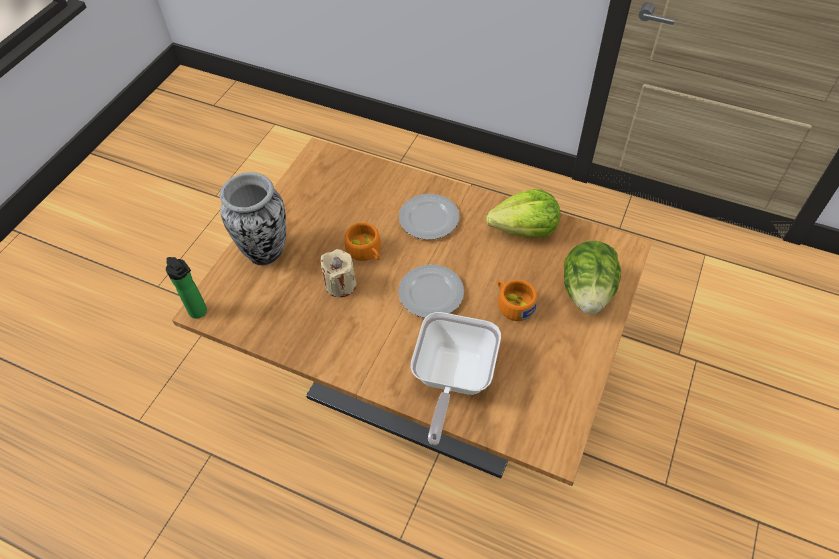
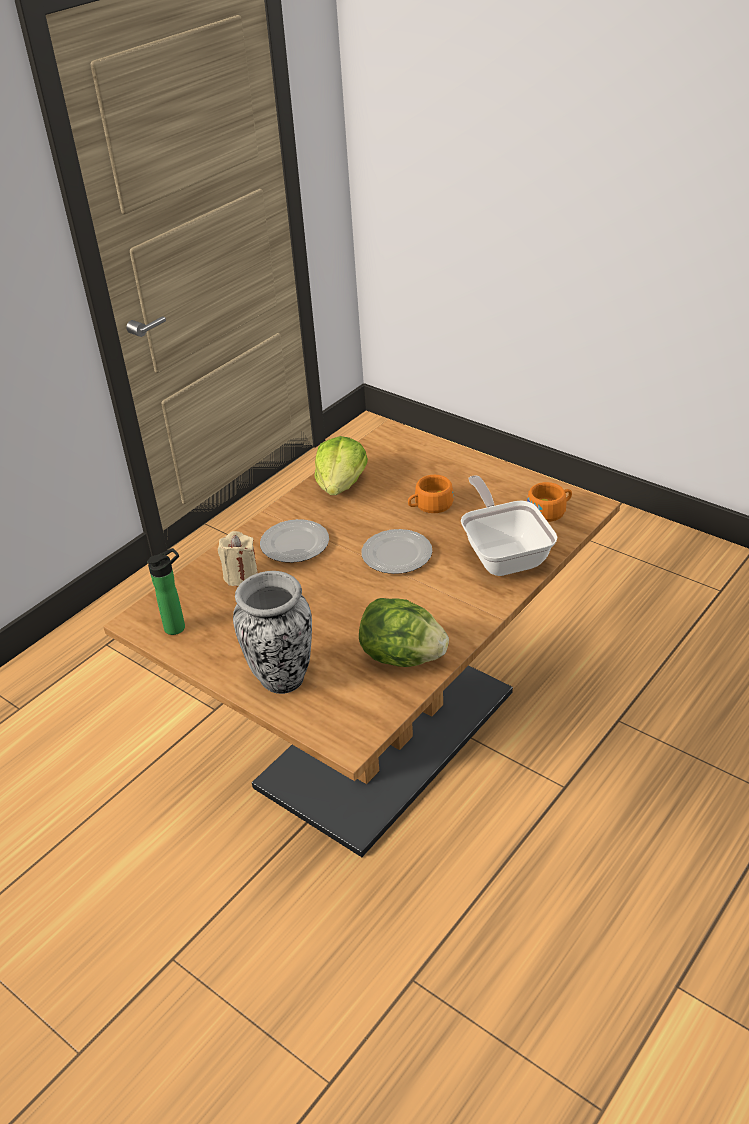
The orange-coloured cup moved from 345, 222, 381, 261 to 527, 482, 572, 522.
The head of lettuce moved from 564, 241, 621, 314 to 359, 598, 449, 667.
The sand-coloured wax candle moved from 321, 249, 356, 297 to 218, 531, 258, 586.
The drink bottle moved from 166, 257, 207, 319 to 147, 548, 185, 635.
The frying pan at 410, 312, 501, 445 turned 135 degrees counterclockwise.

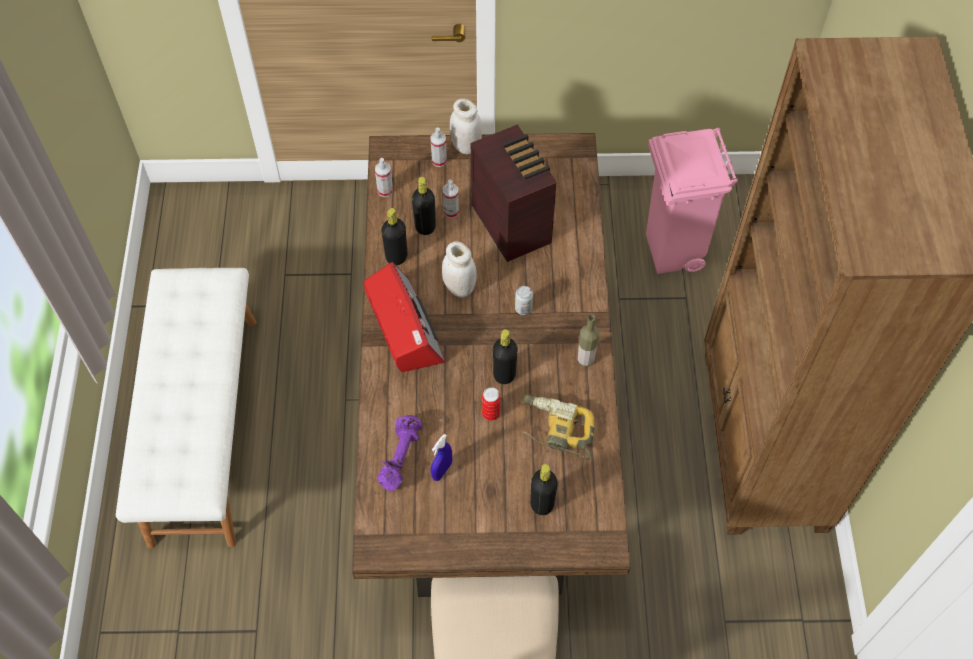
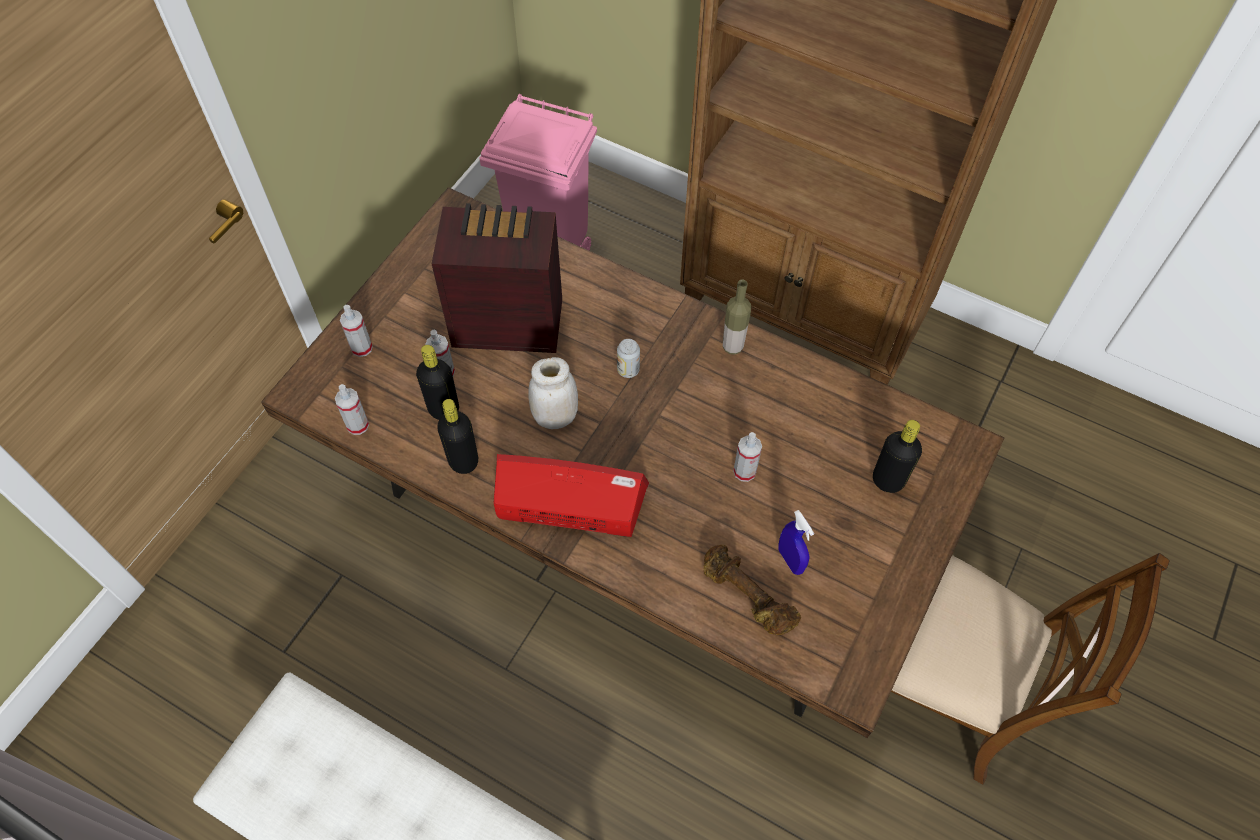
The whitish jar at 450, 98, 482, 154 disappeared.
The black drink bottle at 493, 329, 518, 384 disappeared.
The metal can at 482, 387, 501, 421 was replaced by the sprayer at 733, 432, 762, 482.
The drill at 521, 394, 594, 460 disappeared.
The purplish free weight at 378, 415, 423, 492 became the brown-coloured free weight at 703, 545, 801, 635.

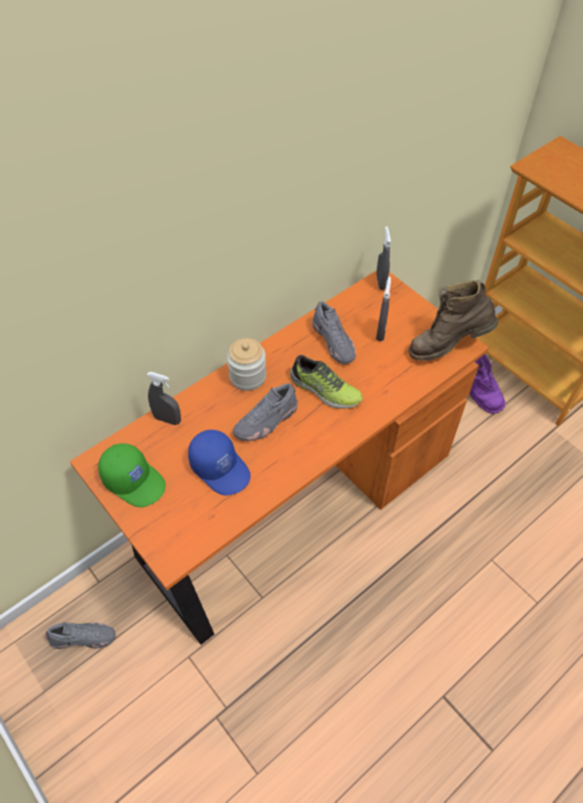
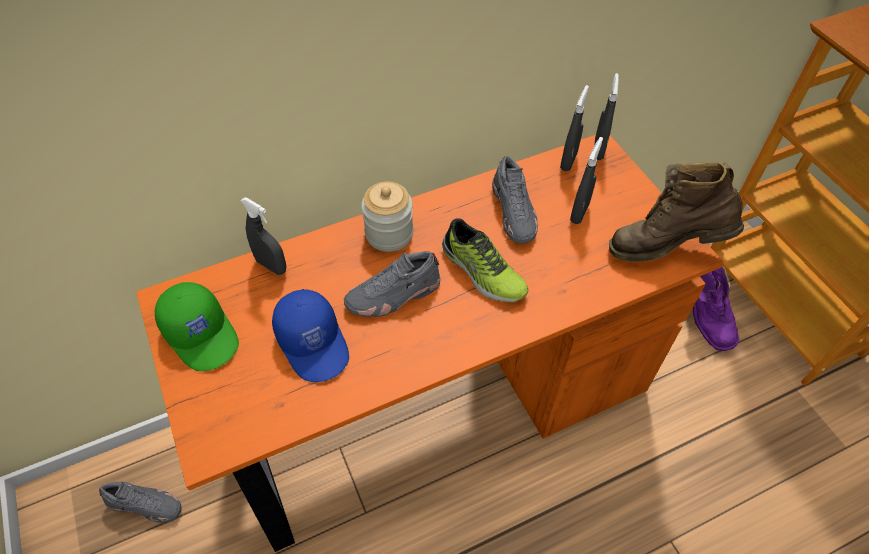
The greyish sprayer at 560, 85, 589, 171 appeared.

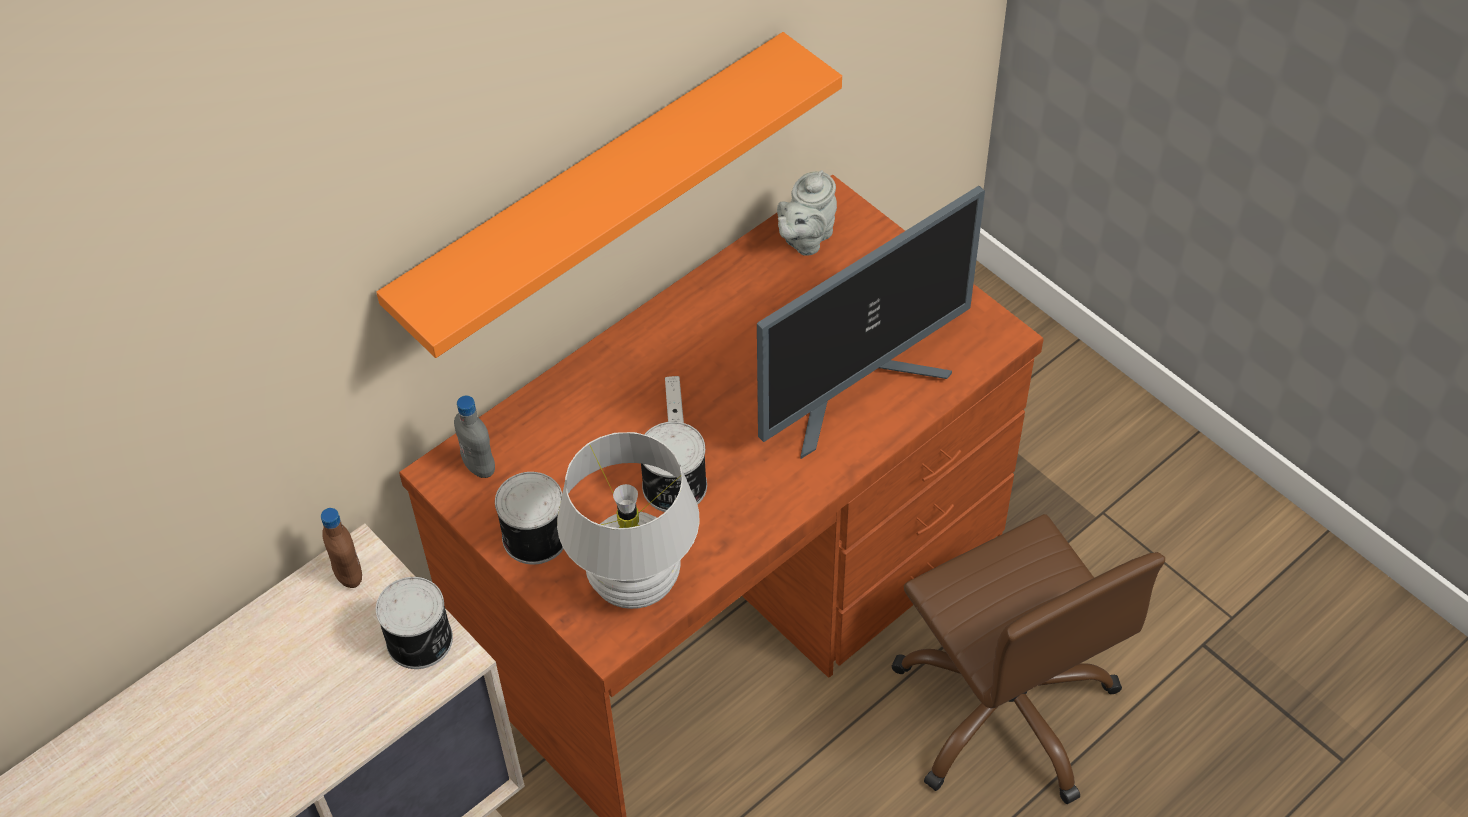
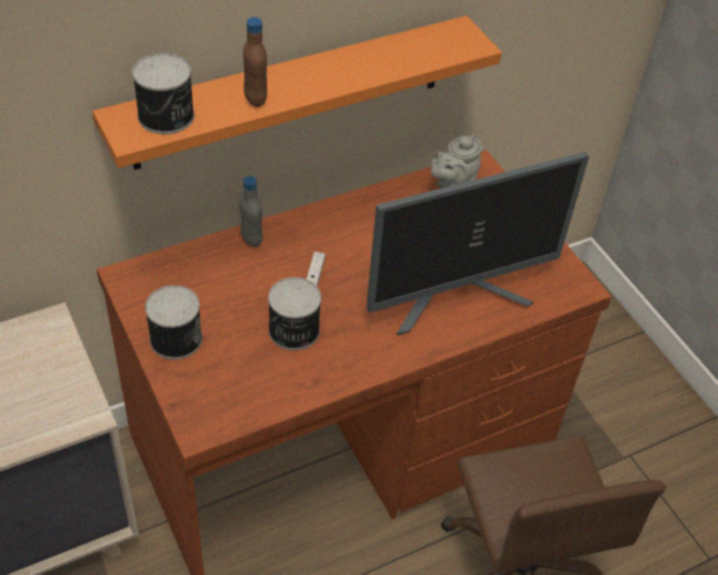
The greyish drink bottle moved from 454, 396, 495, 478 to 240, 176, 263, 247.
The whitish table lamp at 557, 432, 700, 609 disappeared.
The brown-coloured drink bottle moved from 321, 508, 362, 588 to 243, 17, 267, 107.
The metal can moved from 376, 577, 453, 669 to 132, 53, 194, 134.

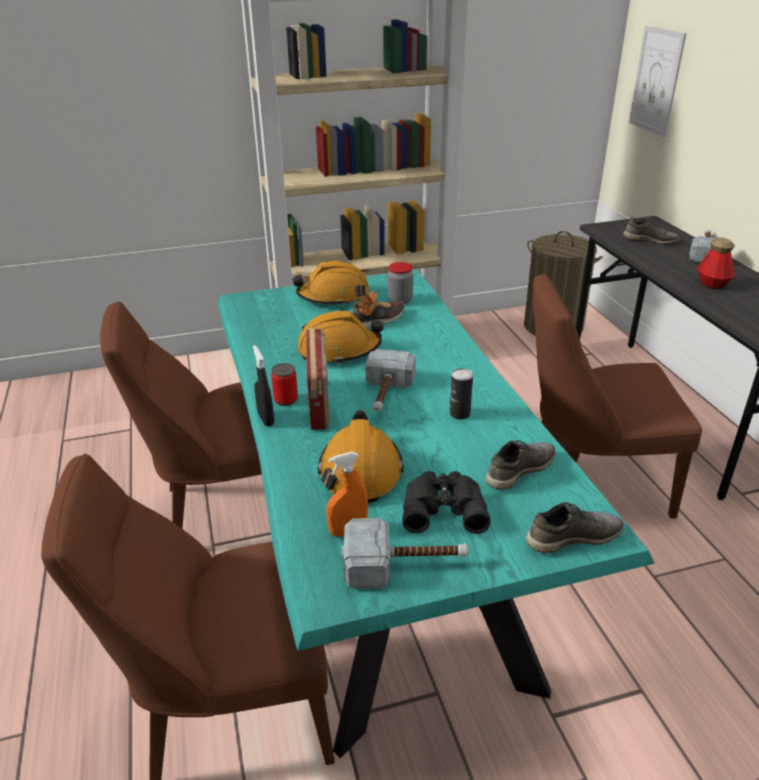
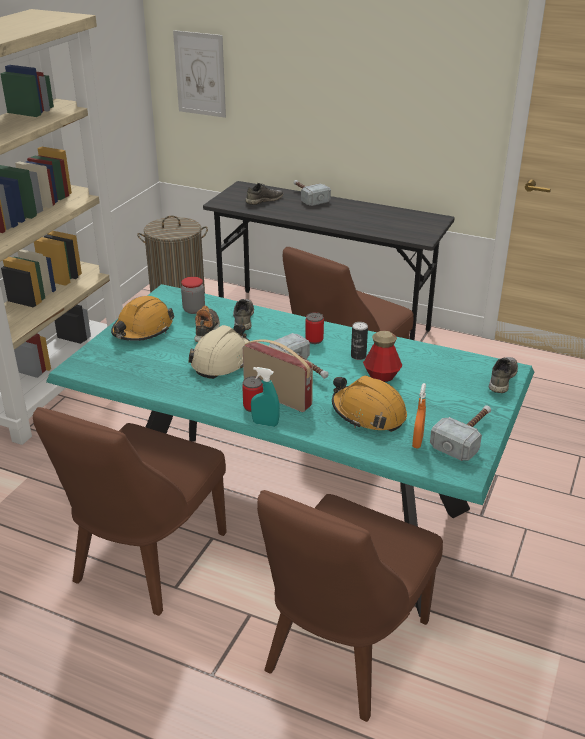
The drink bottle moved from 697, 237, 735, 289 to 363, 331, 403, 382.
The orange-coloured work helmet at 298, 311, 384, 365 became the sand-coloured work helmet at 189, 324, 250, 379.
The black sprayer at 253, 345, 274, 426 became the blue-green sprayer at 251, 367, 280, 427.
The greyish shoe moved from 485, 441, 556, 490 to 233, 299, 254, 330.
The black binoculars at 402, 471, 491, 534 disappeared.
The metal can at 305, 312, 324, 344 appeared.

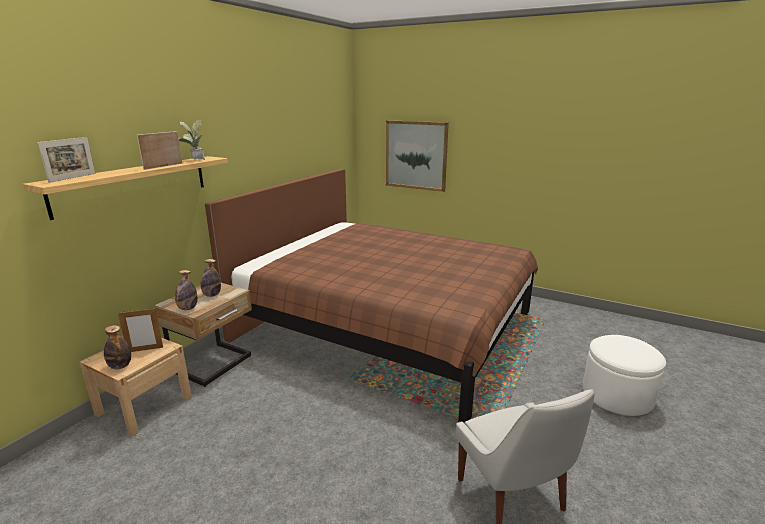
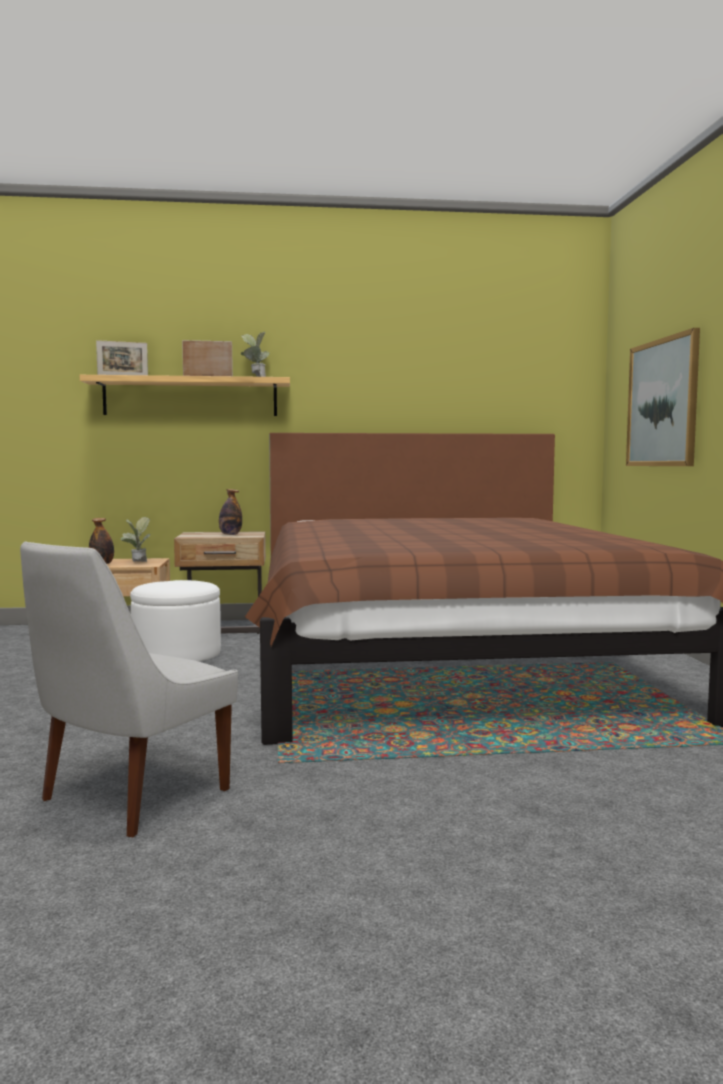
The drink bottle at 175, 270, 197, 310 disappeared.
The standing frame at 118, 309, 163, 352 was replaced by the potted plant at 121, 517, 150, 562.
The whitish ottoman moved from 583, 335, 666, 416 to 130, 580, 221, 662.

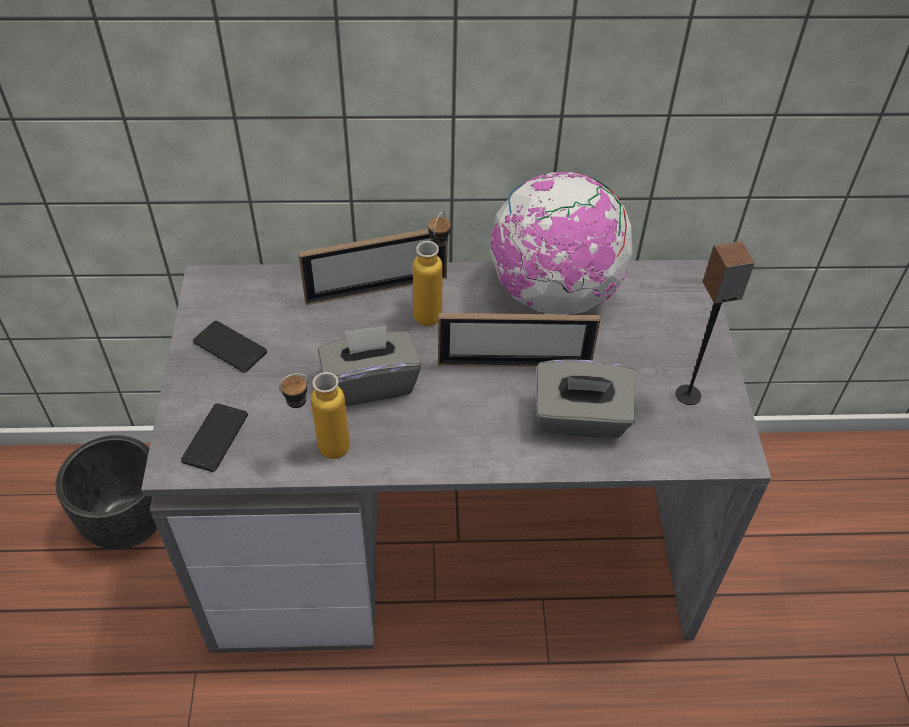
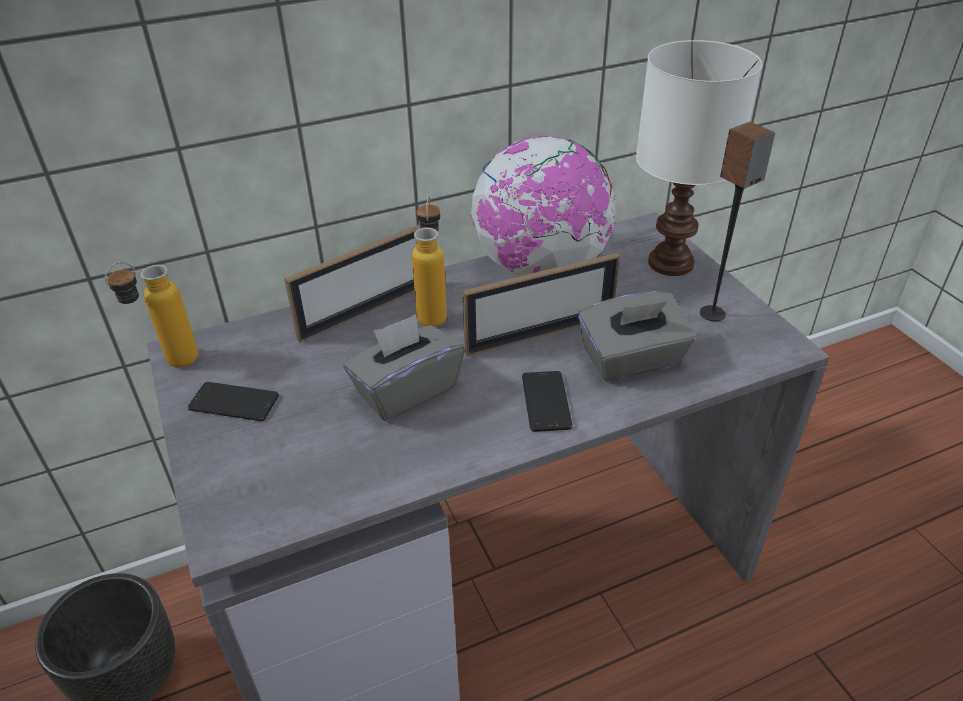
The drink bottle moved from 279, 372, 350, 459 to 105, 262, 199, 367.
The handset moved from 181, 403, 248, 472 to 522, 371, 573, 432.
The whitish table lamp at 636, 40, 762, 276 appeared.

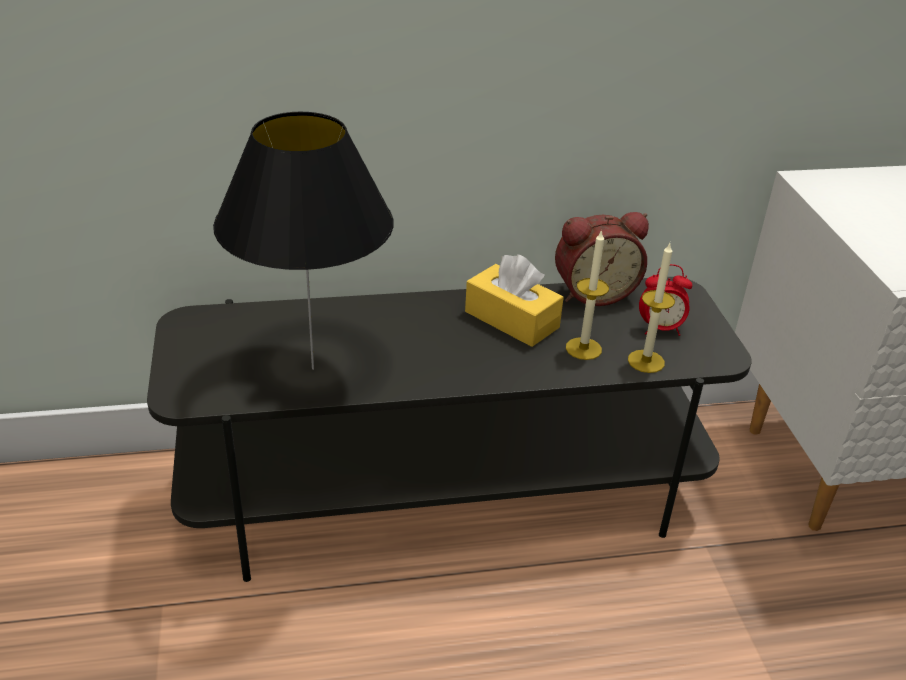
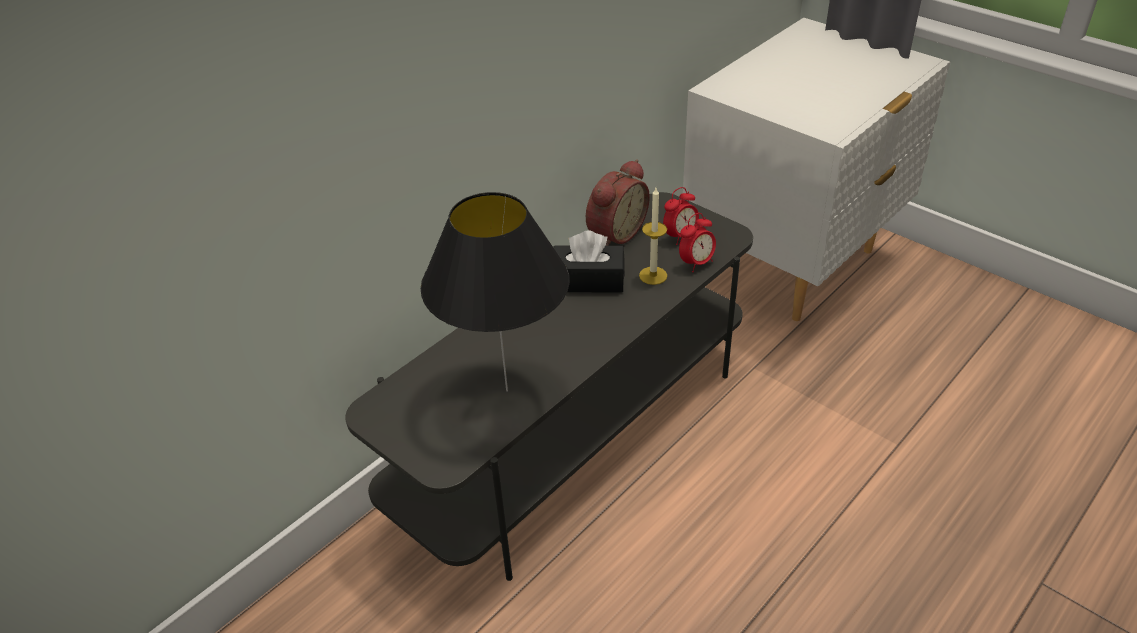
The wax candle at 628, 243, 675, 373 was replaced by the bedside clock at 679, 213, 716, 272.
The yellowish tissue box at 465, 254, 564, 347 became the black tissue box at 553, 231, 625, 293.

